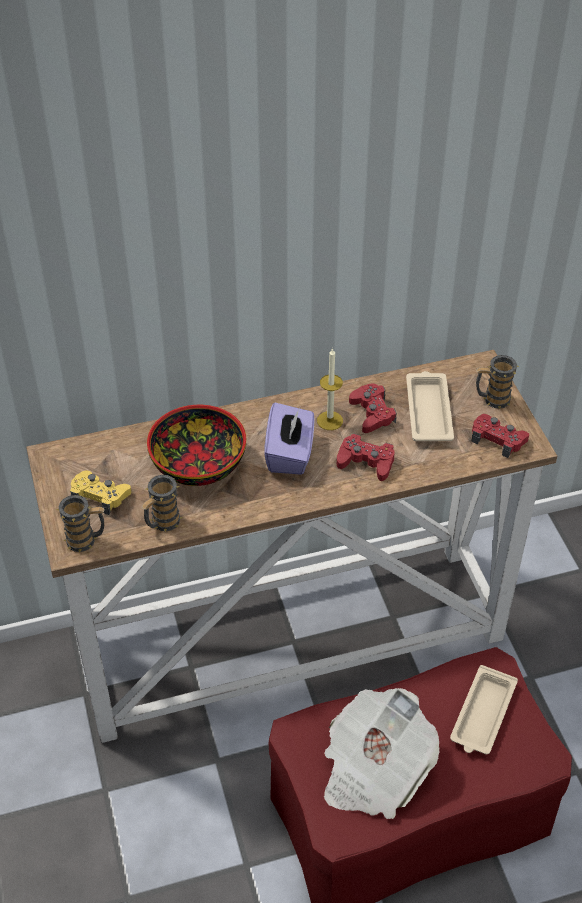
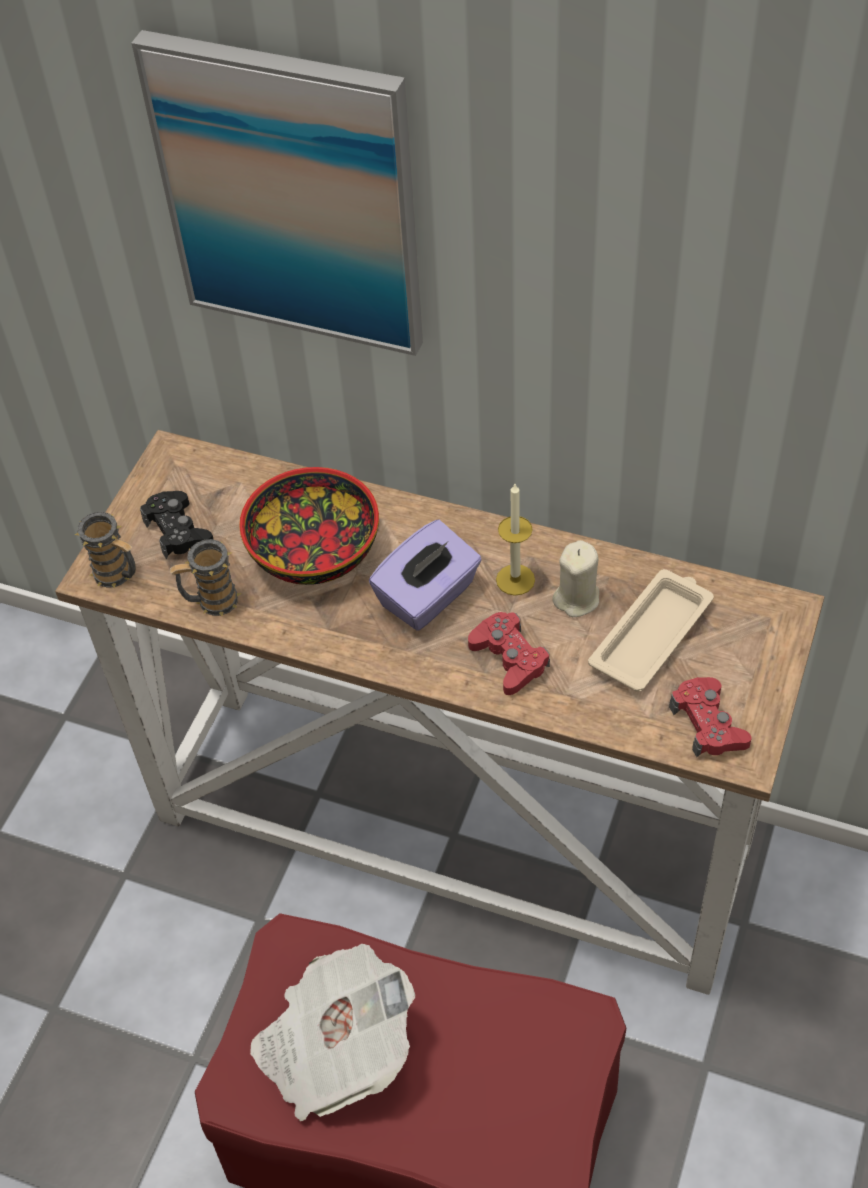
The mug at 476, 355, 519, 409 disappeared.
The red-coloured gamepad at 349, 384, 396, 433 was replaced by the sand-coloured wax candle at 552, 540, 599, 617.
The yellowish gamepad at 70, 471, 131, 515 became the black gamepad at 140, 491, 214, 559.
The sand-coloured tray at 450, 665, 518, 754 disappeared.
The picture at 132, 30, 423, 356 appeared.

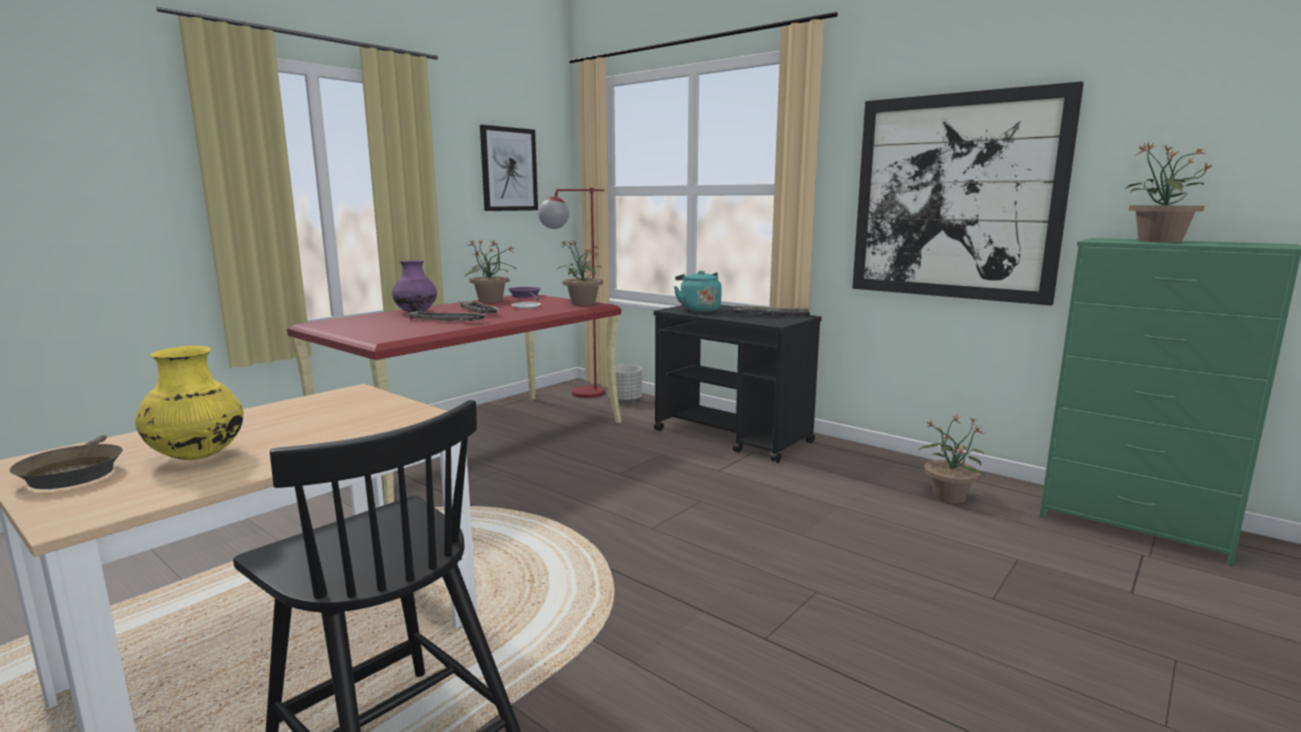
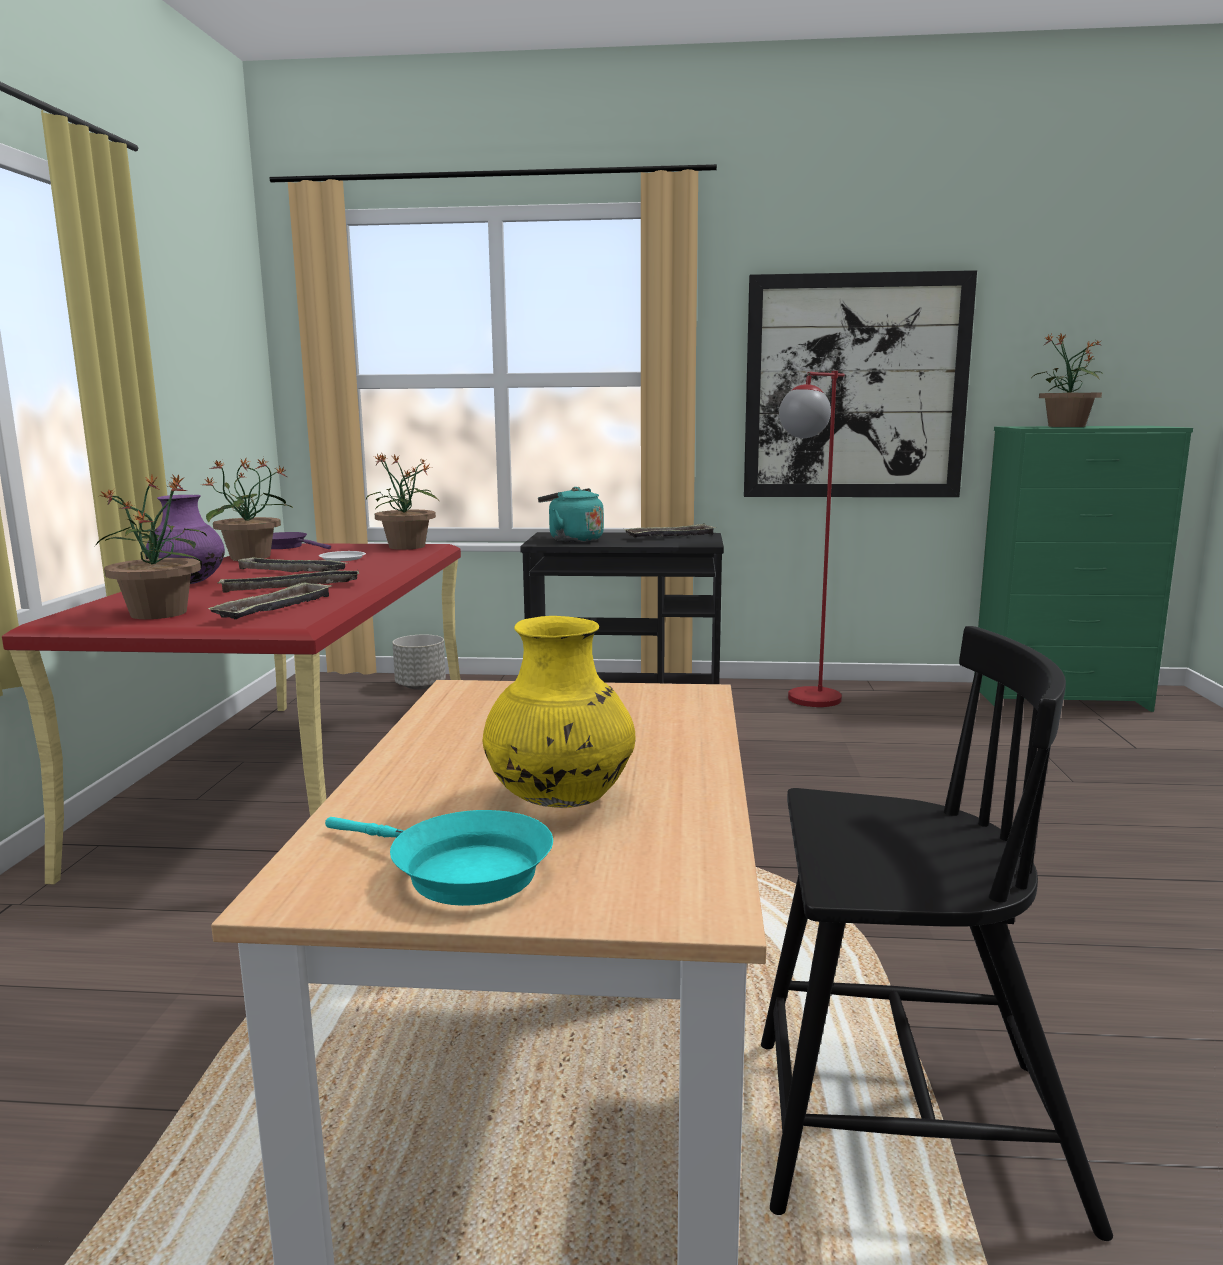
The picture at 480, 125, 538, 211 disappeared.
The red-coloured standing lamp moved from 538, 188, 605, 398 to 779, 371, 845, 707.
The potted plant moved from 918, 415, 985, 503 to 95, 474, 207, 619.
The brown-coloured frying pan at 10, 435, 123, 489 became the blue-green frying pan at 325, 810, 553, 906.
The tray at 208, 581, 332, 619 appeared.

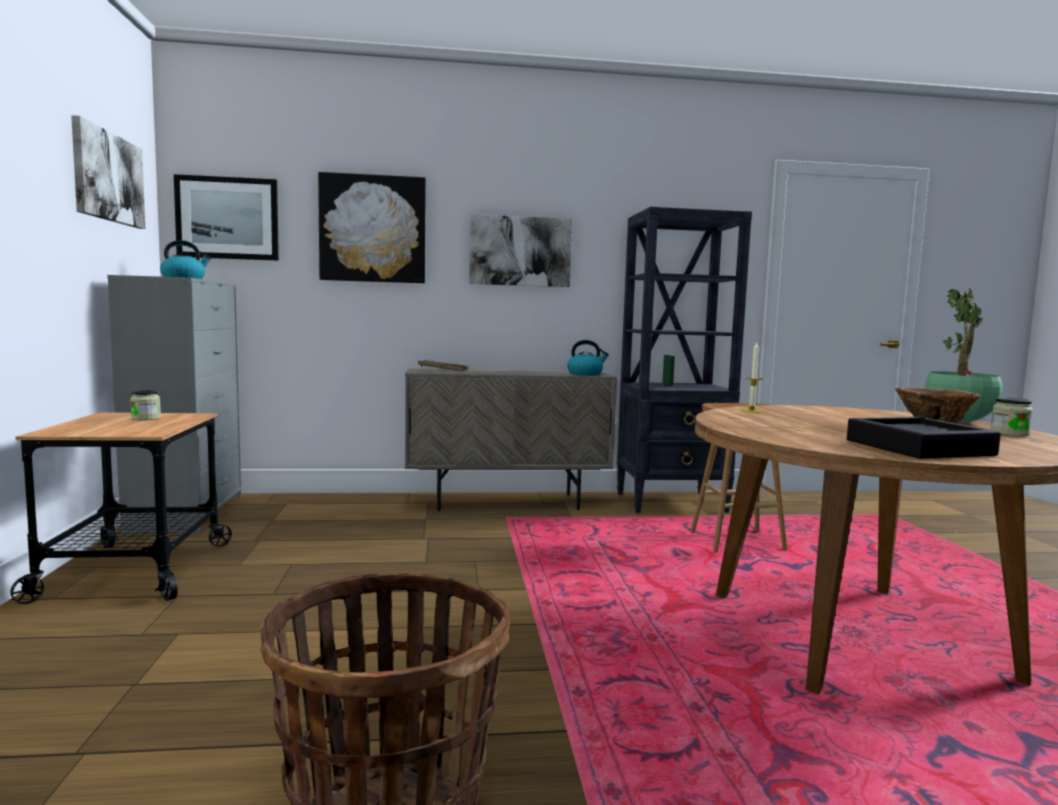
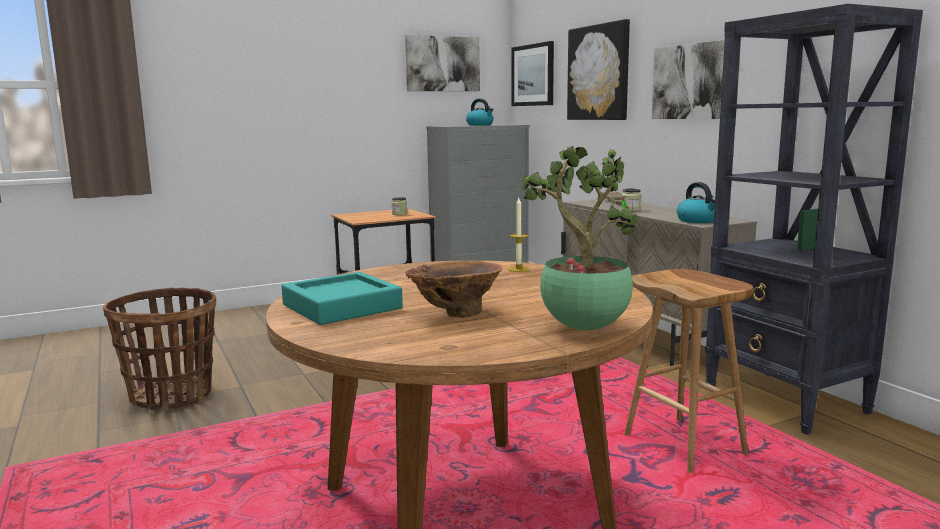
The jar moved from 990, 397, 1033, 437 to 621, 189, 641, 211.
The black tray at 847, 417, 1001, 459 became the blue-green tray at 282, 272, 403, 325.

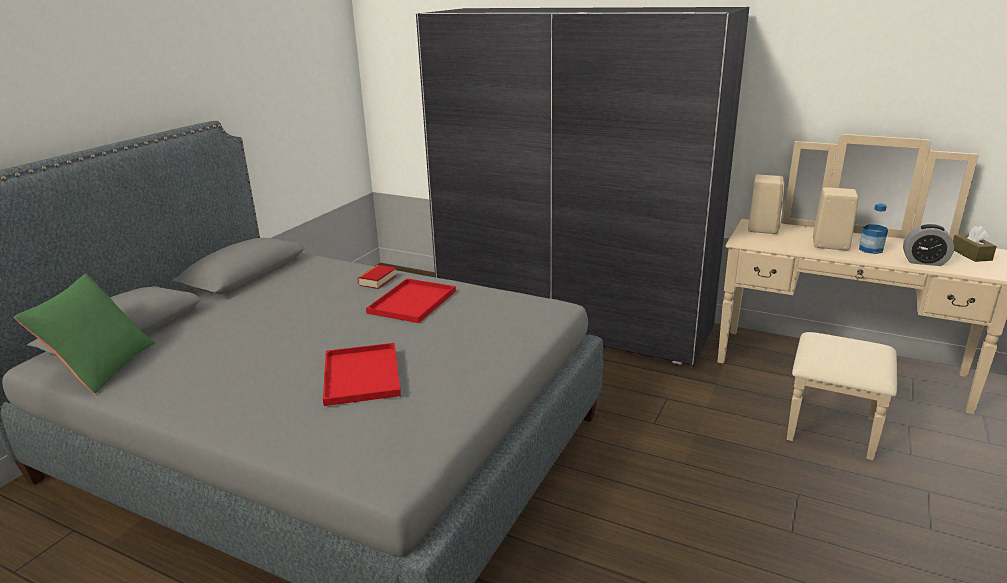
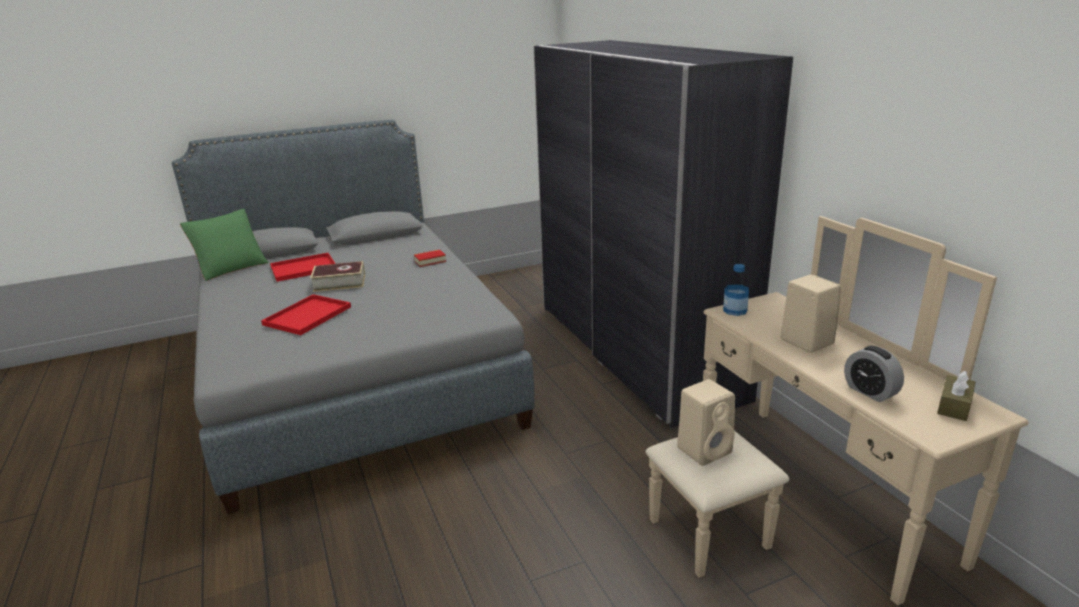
The sand-coloured loudspeaker moved from 748, 175, 784, 234 to 677, 379, 735, 466.
The drink bottle moved from 859, 203, 888, 254 to 723, 264, 749, 316.
The red-coloured tray moved from 366, 279, 456, 323 to 270, 253, 335, 282.
The volume at 310, 261, 365, 292 appeared.

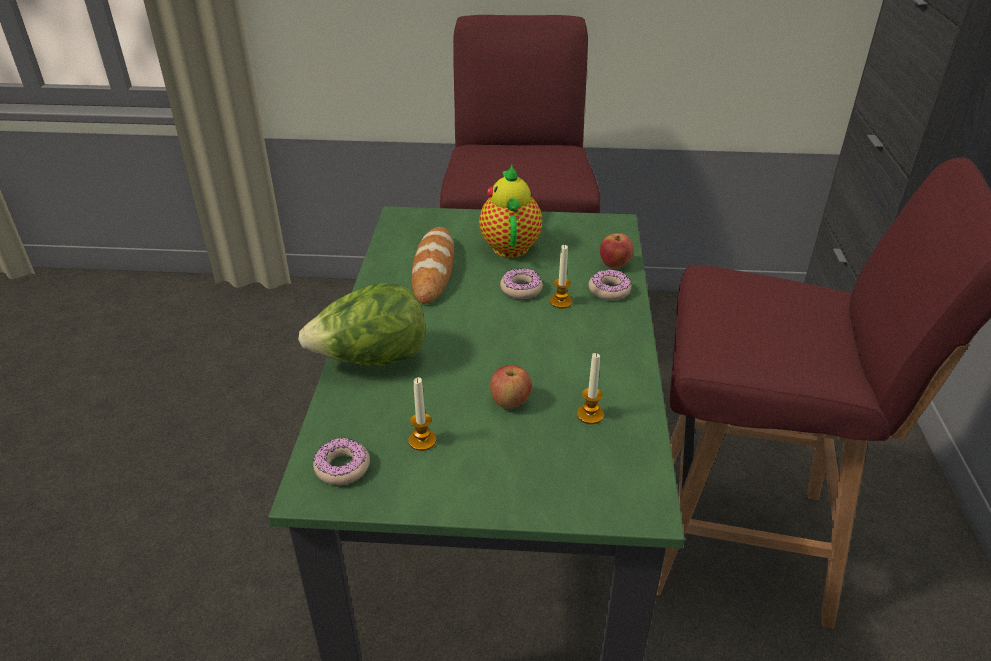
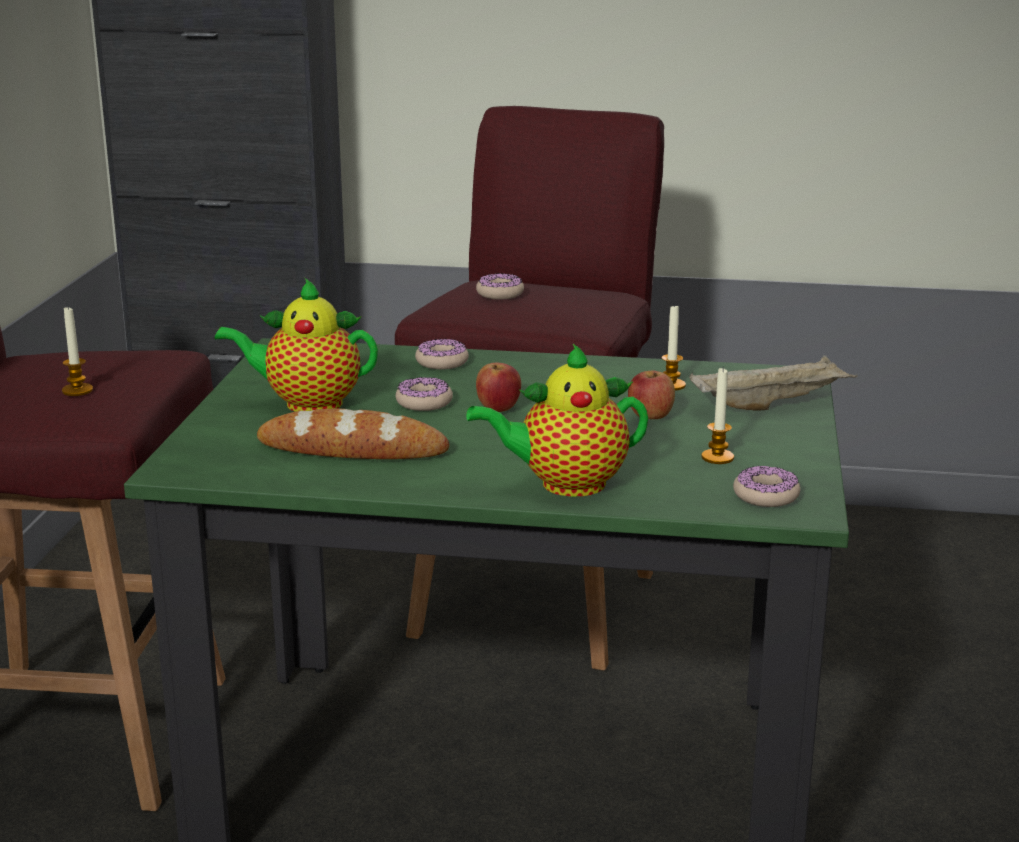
The apple moved from 600, 233, 634, 269 to 476, 363, 521, 412.
The wax candle moved from 550, 244, 572, 309 to 62, 307, 93, 396.
The head of lettuce at 298, 283, 425, 366 was replaced by the teapot at 466, 344, 648, 497.
The ring doughnut at 476, 273, 524, 300 appeared.
The sand-coloured tray at 689, 355, 858, 411 appeared.

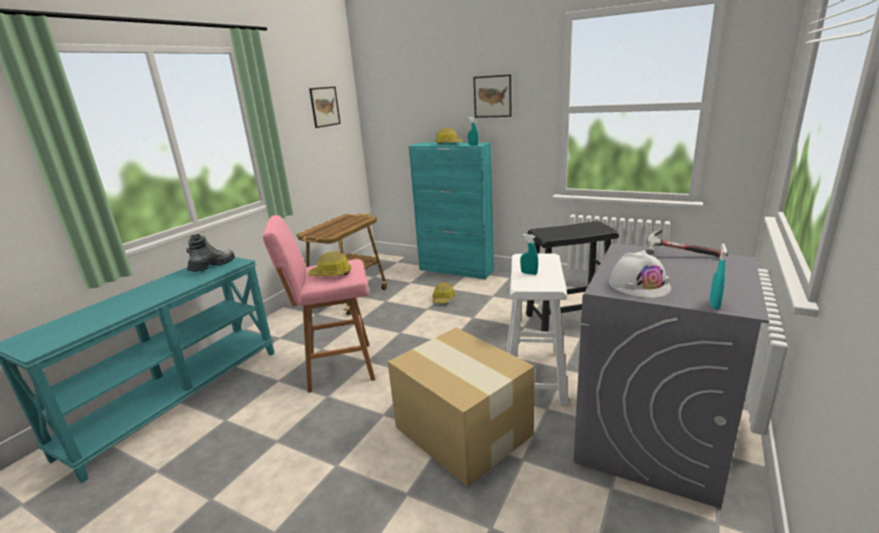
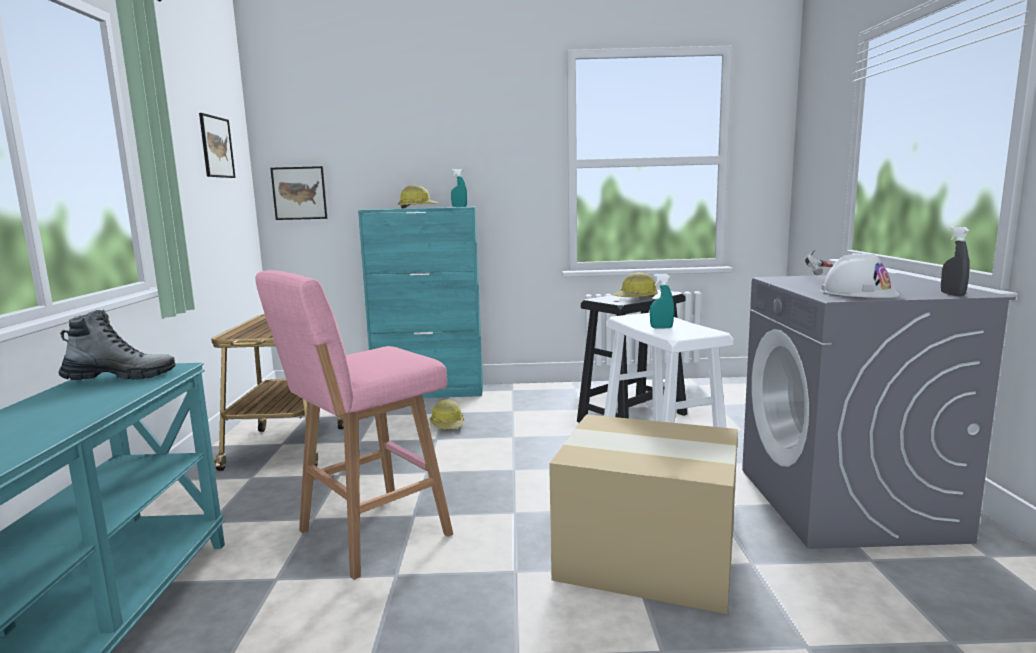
The picture moved from 473, 74, 511, 118 to 270, 166, 327, 220.
The boot at 186, 234, 235, 272 turned 75 degrees clockwise.
The blue-green sprayer at 710, 243, 727, 309 became the greyish sprayer at 941, 226, 970, 296.
The work helmet moved from 308, 252, 352, 276 to 613, 272, 658, 297.

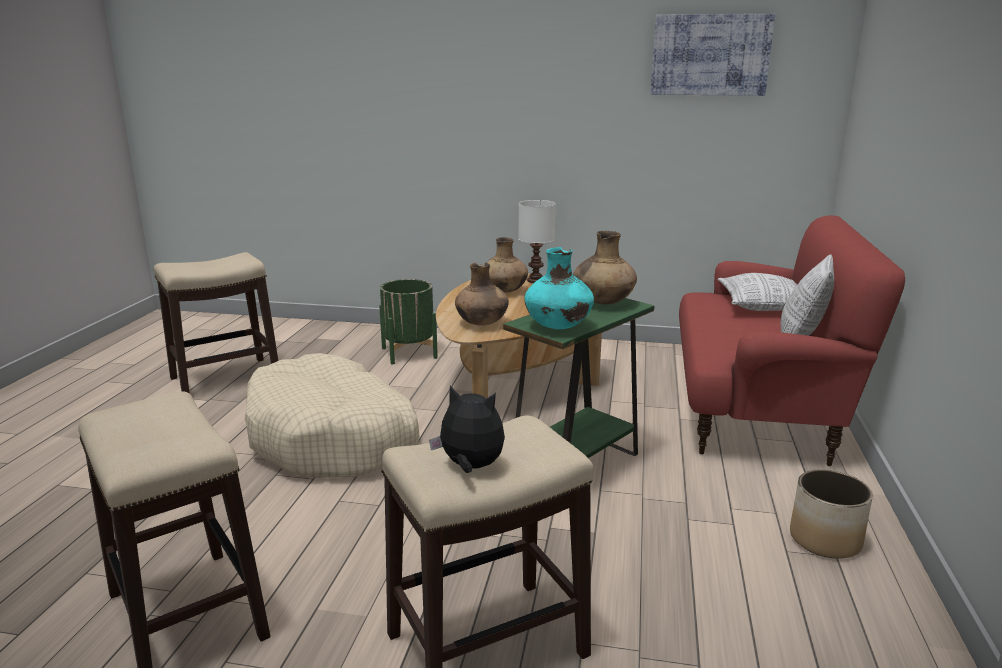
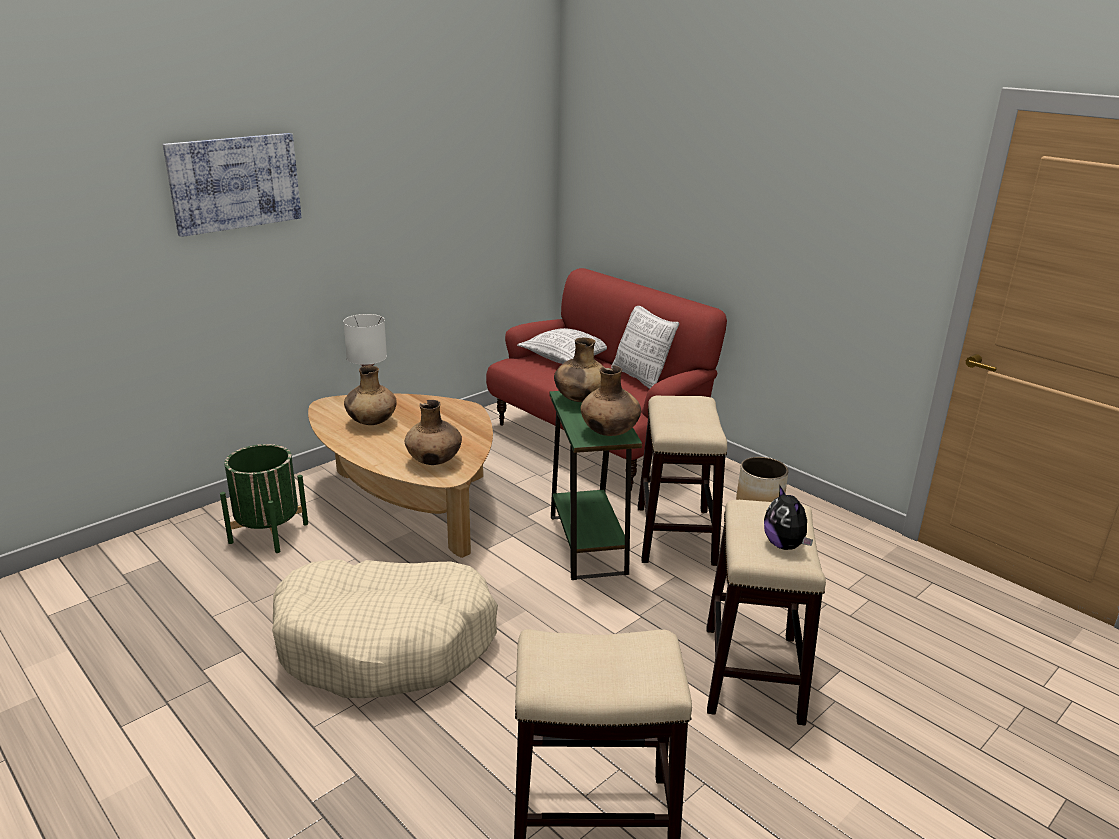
The picture moved from 651, 14, 775, 96 to 163, 133, 302, 237.
The blue-green vase at 525, 247, 594, 329 became the brown-coloured vase at 581, 365, 641, 436.
The stool moved from 154, 252, 278, 394 to 638, 396, 727, 566.
The cuddly toy at 429, 385, 505, 473 turned 75 degrees counterclockwise.

